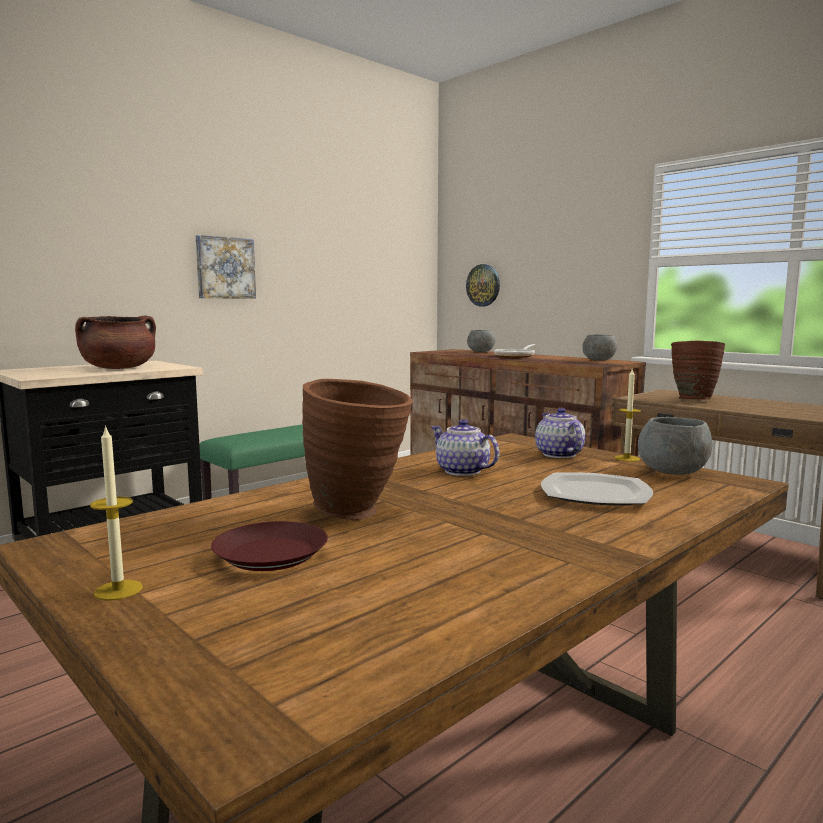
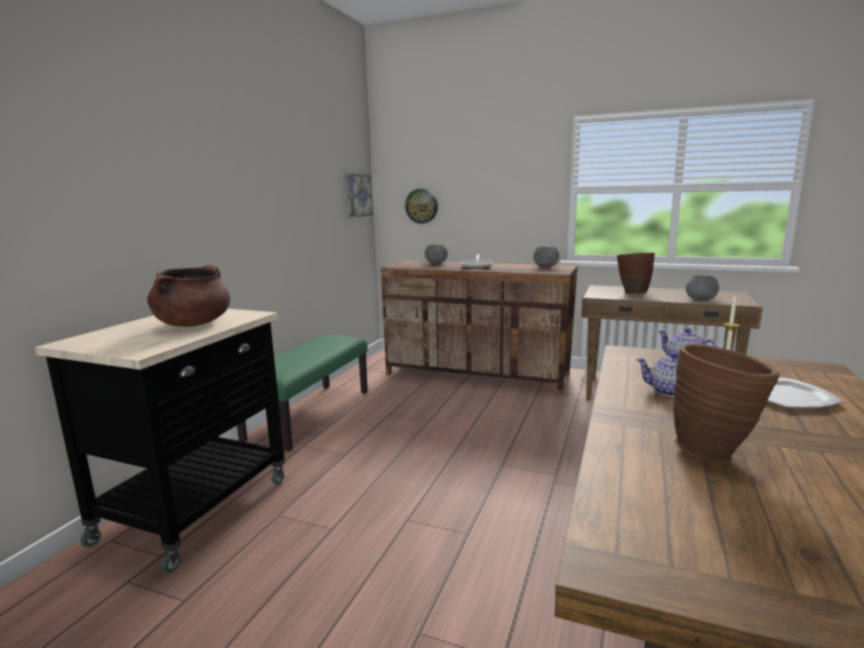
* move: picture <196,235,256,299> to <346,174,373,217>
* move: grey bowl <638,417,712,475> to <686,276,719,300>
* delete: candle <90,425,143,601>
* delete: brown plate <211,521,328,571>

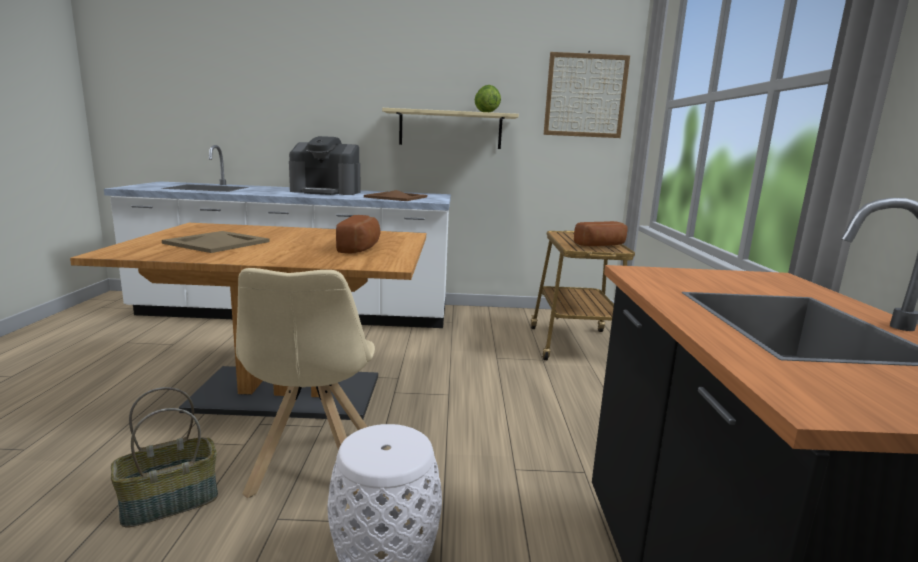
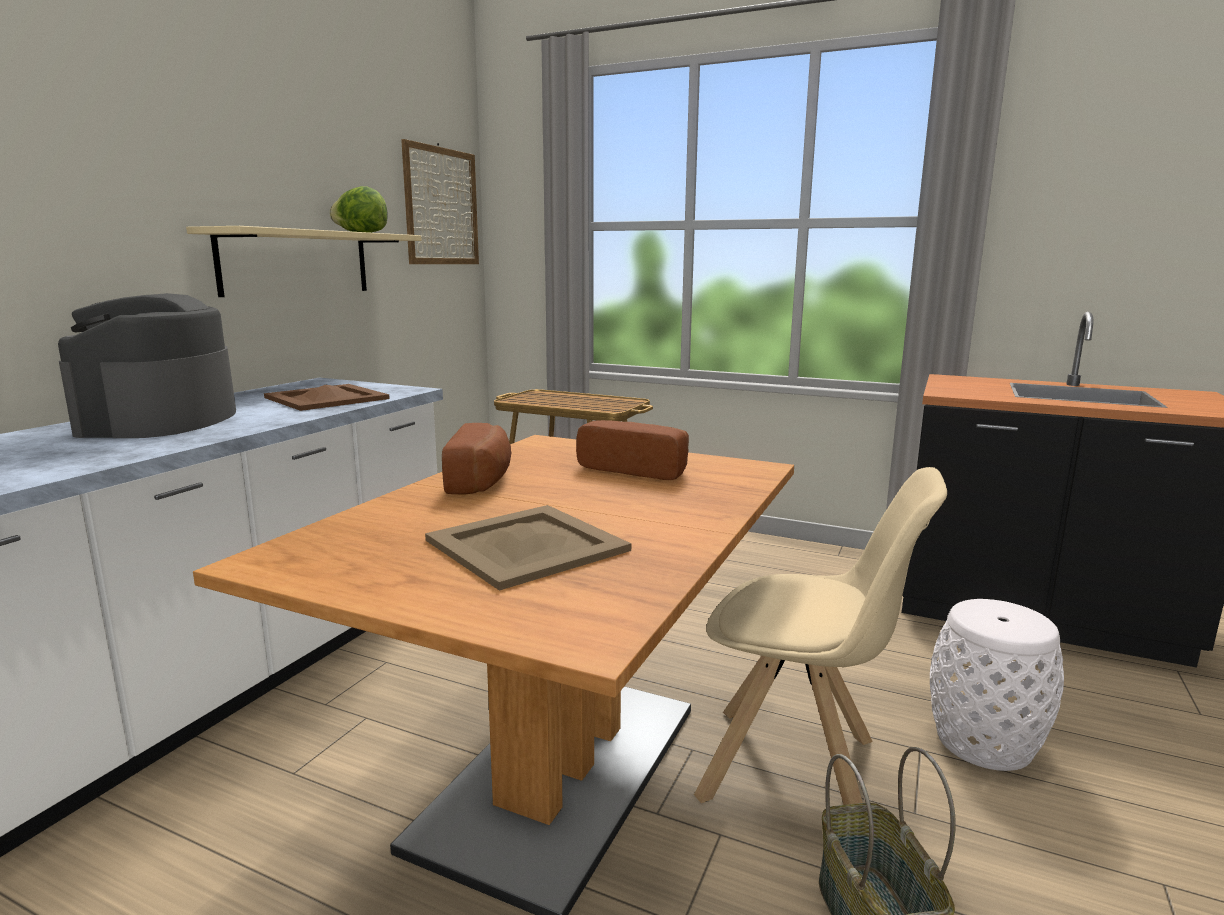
* rotate: coffee machine <289,136,360,195> = <58,293,236,438> 150 degrees clockwise
* move: bread <574,221,627,246> to <442,423,511,495>

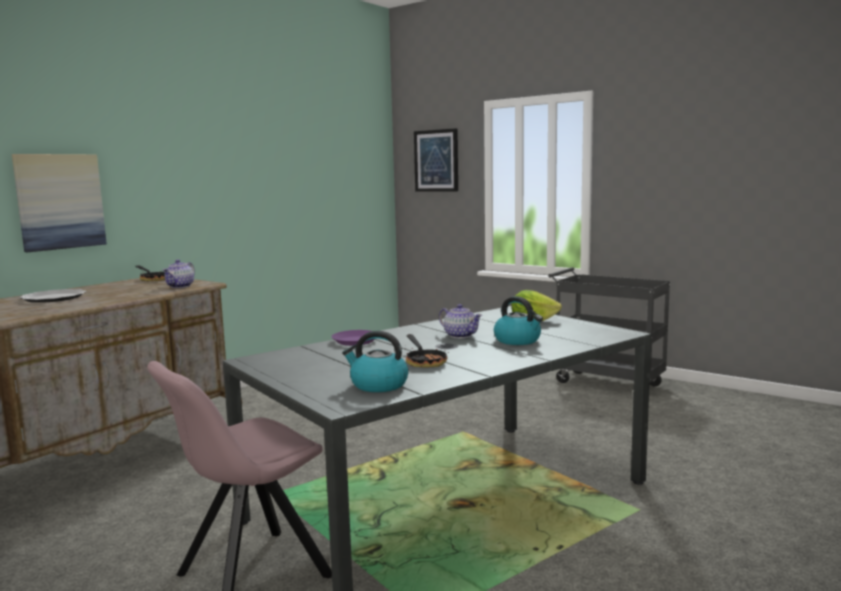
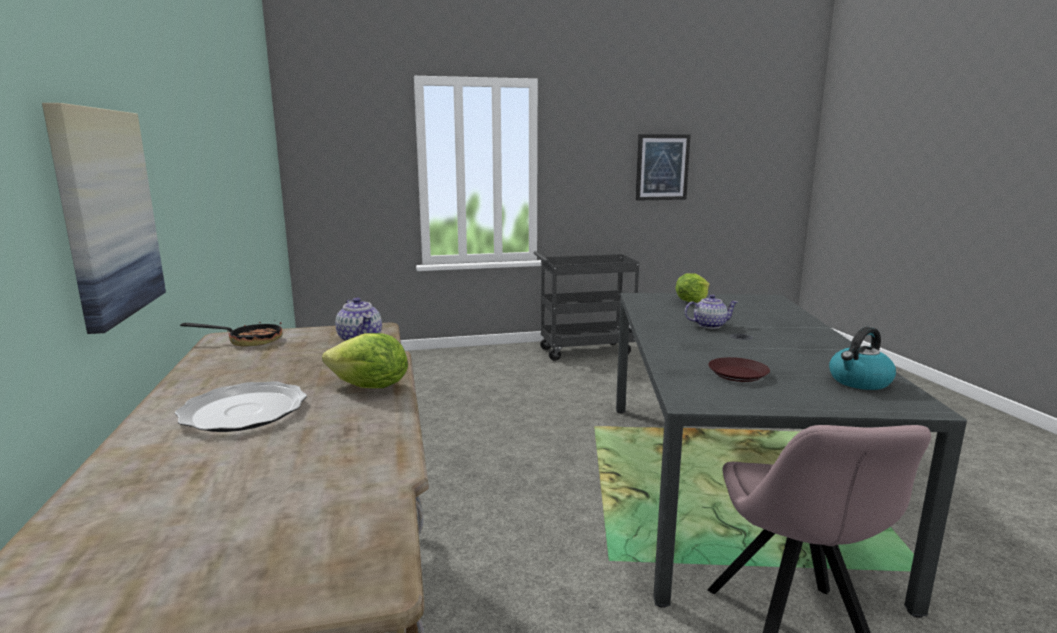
* insert: lettuce <322,333,408,388>
* move: picture <414,128,458,192> to <635,134,691,201>
* insert: brown plate <708,357,770,382>
* delete: purple plate <331,330,375,346>
* delete: frying pan <405,334,449,367>
* delete: kettle <494,296,543,345>

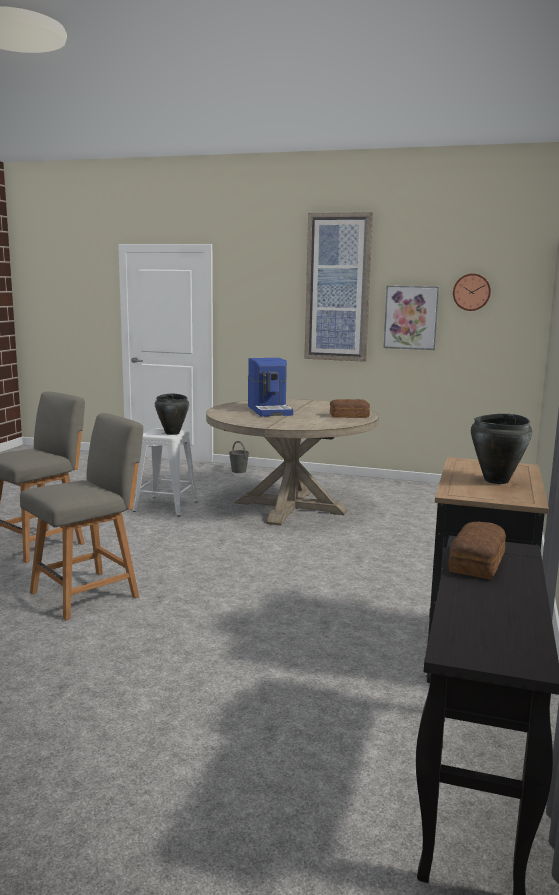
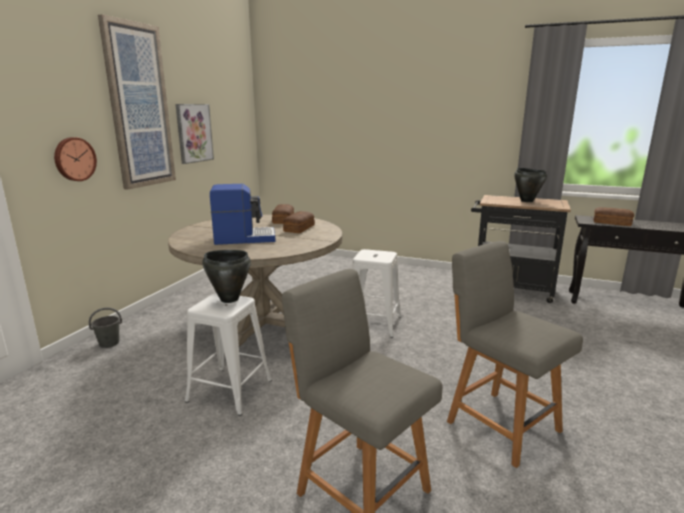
* move: wall clock <453,274,491,311> to <54,137,97,181>
* insert: bread <283,211,315,233>
* insert: white stool <352,249,401,338>

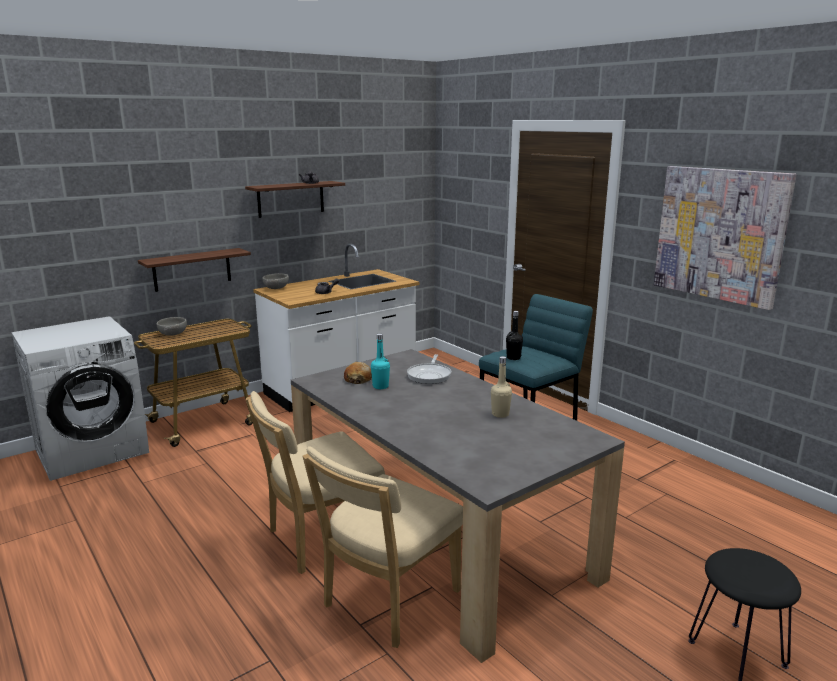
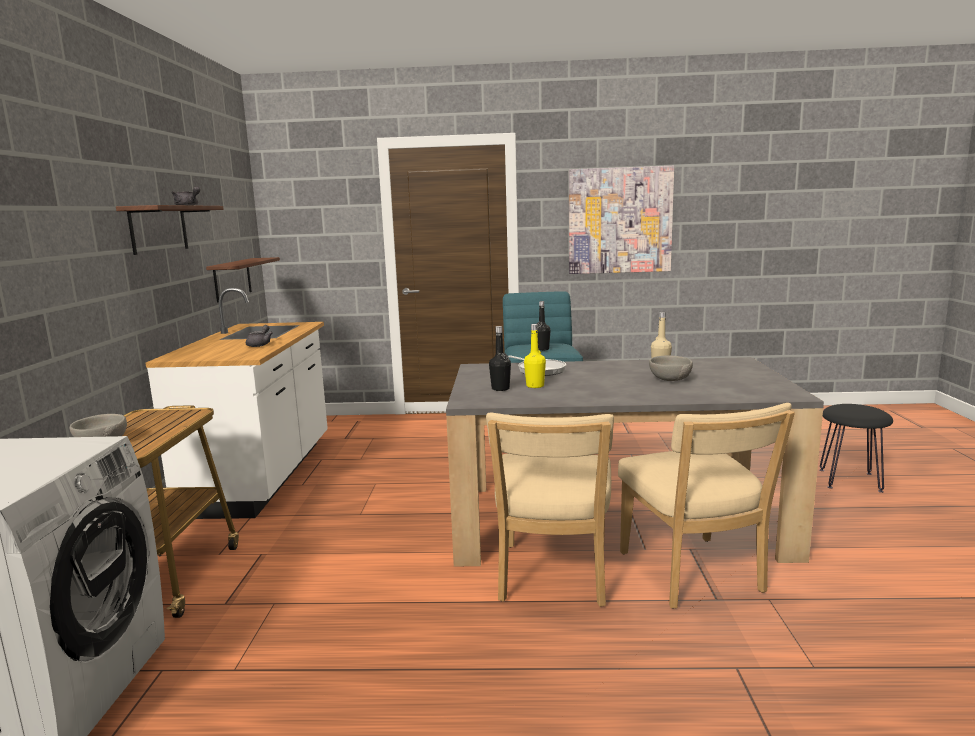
* move: shelf <138,248,251,292> to <206,257,280,303>
* replace: bread <344,362,372,384> to black bottle <489,326,511,391>
* recolor: turquoise bottle <371,333,390,389> to yellow bottle <524,324,546,388>
* move: grey bowl <262,273,289,289> to <649,355,693,381>

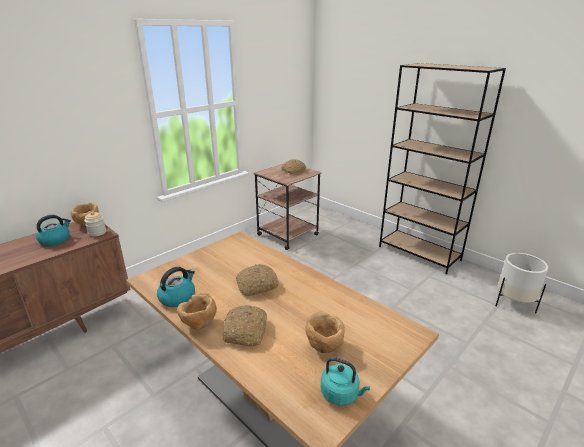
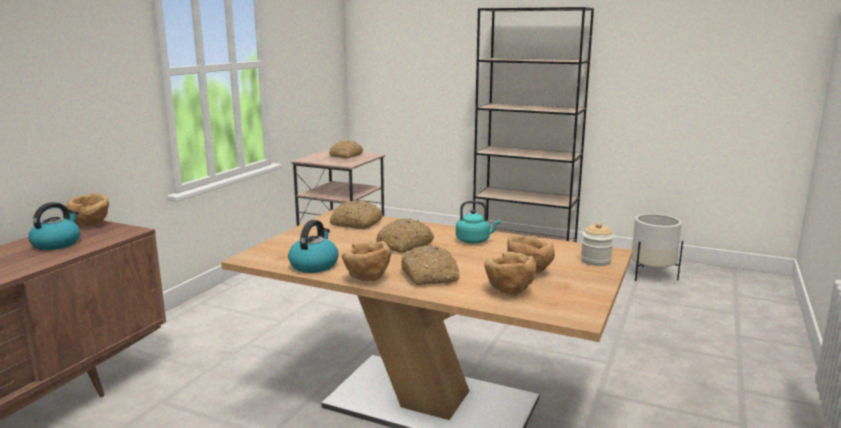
* insert: bread <330,200,383,229>
* move: turquoise kettle <321,357,370,406> to <456,201,500,244>
* insert: brown bowl <484,251,536,295>
* move: jar <84,212,106,237> to <581,222,614,266>

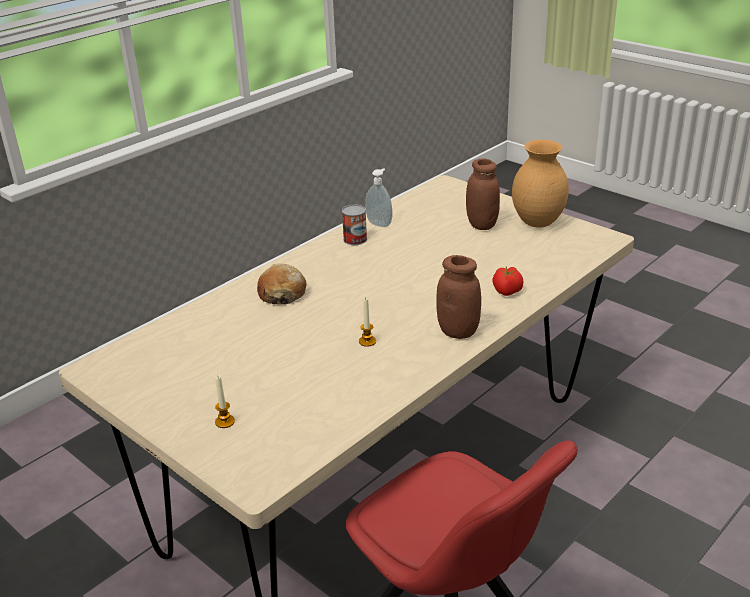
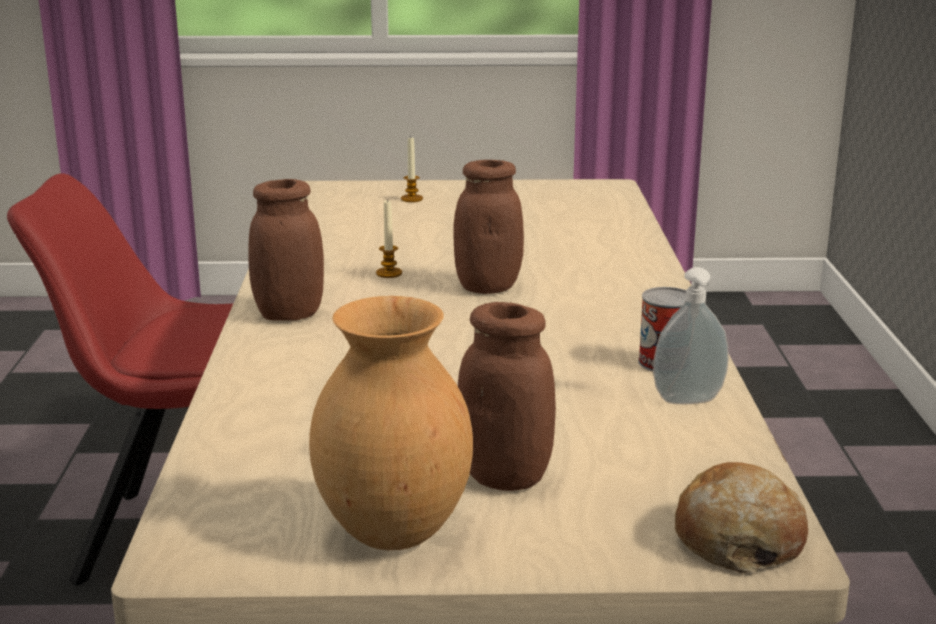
* insert: brown jar <453,160,524,294>
* move: bread <257,264,306,305> to <675,462,808,573>
* delete: tomato <493,267,523,296>

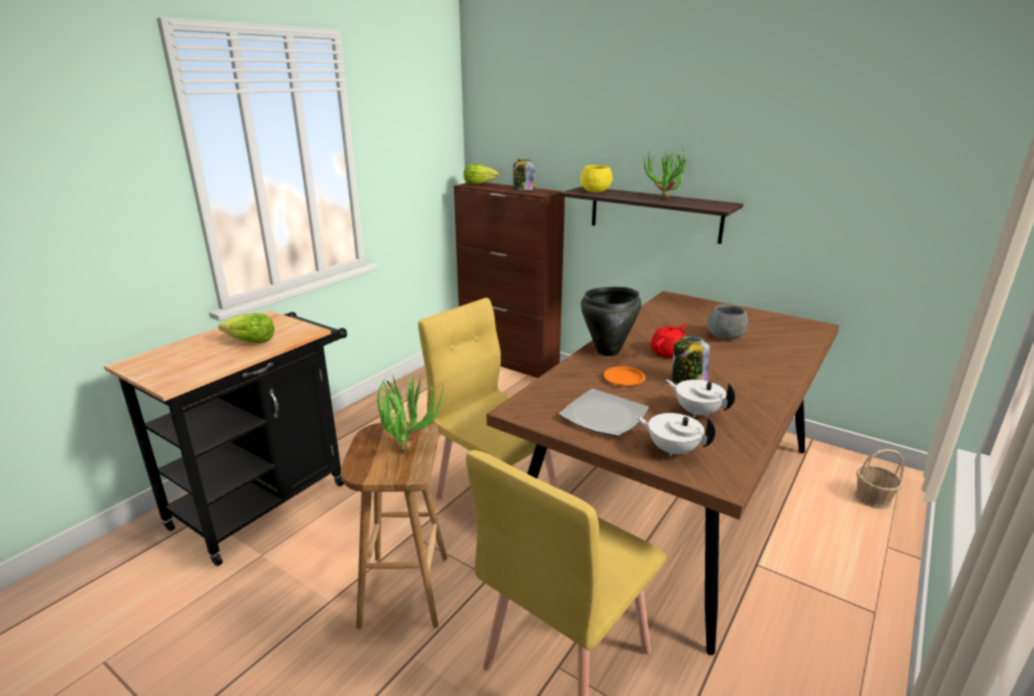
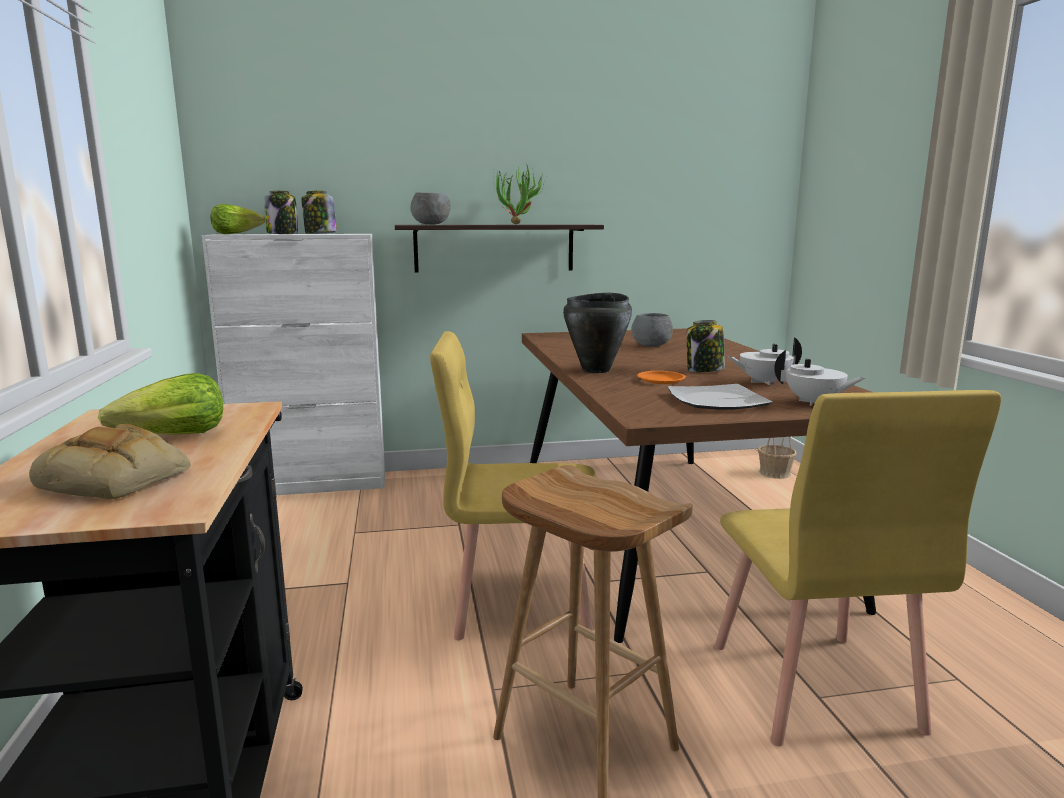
* insert: bread <29,424,191,499>
* recolor: brown cabinet <454,182,565,378> to white cabinet <202,234,385,495>
* insert: jar <264,191,298,234>
* recolor: yellow bowl <580,165,612,193> to grey bowl <410,193,450,224>
* rotate: white teapot <635,413,716,457> = <774,350,865,406> 135 degrees counterclockwise
* delete: potted plant <377,373,443,452>
* delete: red teapot <651,323,686,358>

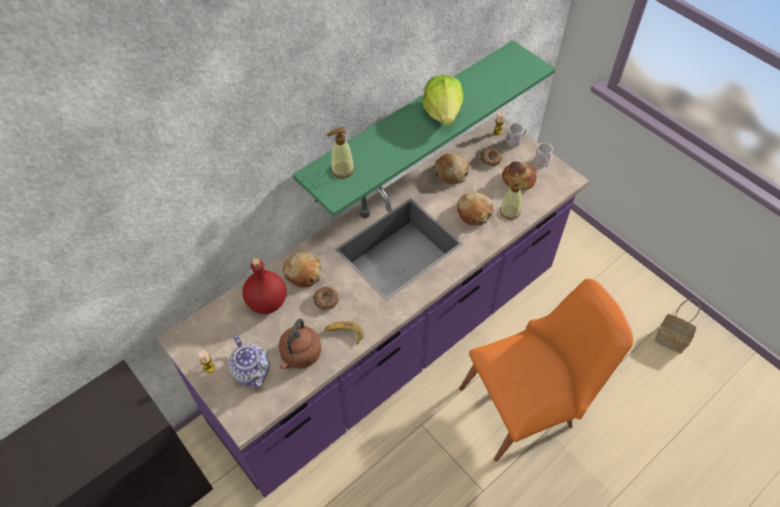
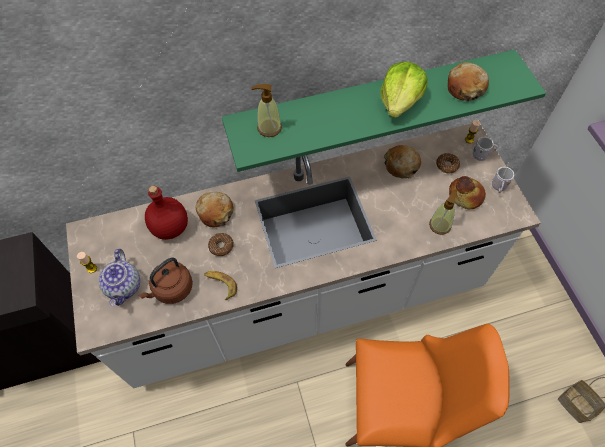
* recolor: purple counter <157,115,589,498> to white counter <66,124,541,388>
* move: bread <457,192,493,226> to <448,62,489,101>

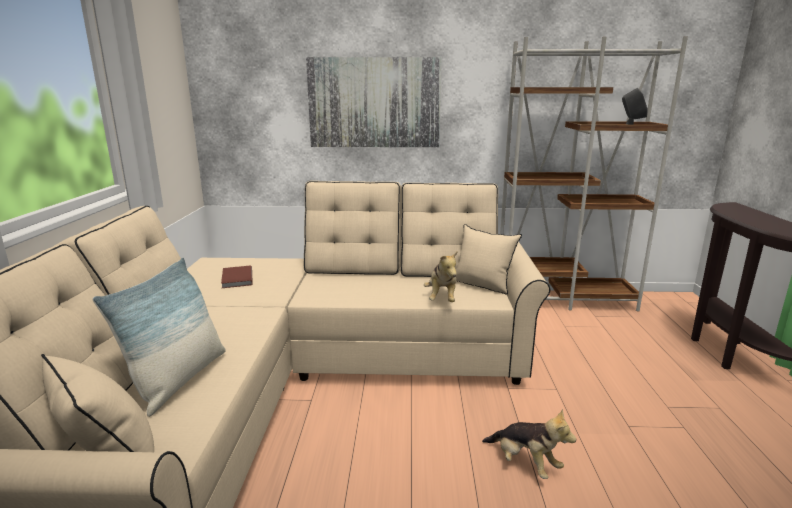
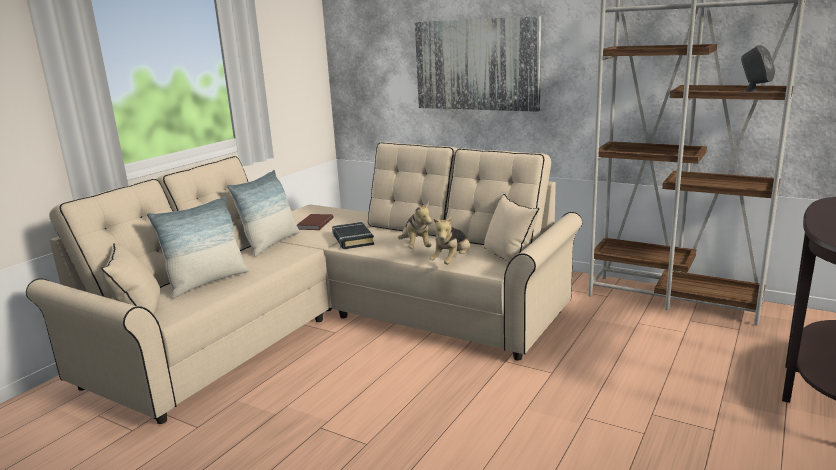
* insert: pillow <227,170,300,257>
* insert: black book <332,222,374,249>
* move: plush toy <482,409,576,479> to <398,202,432,248>

